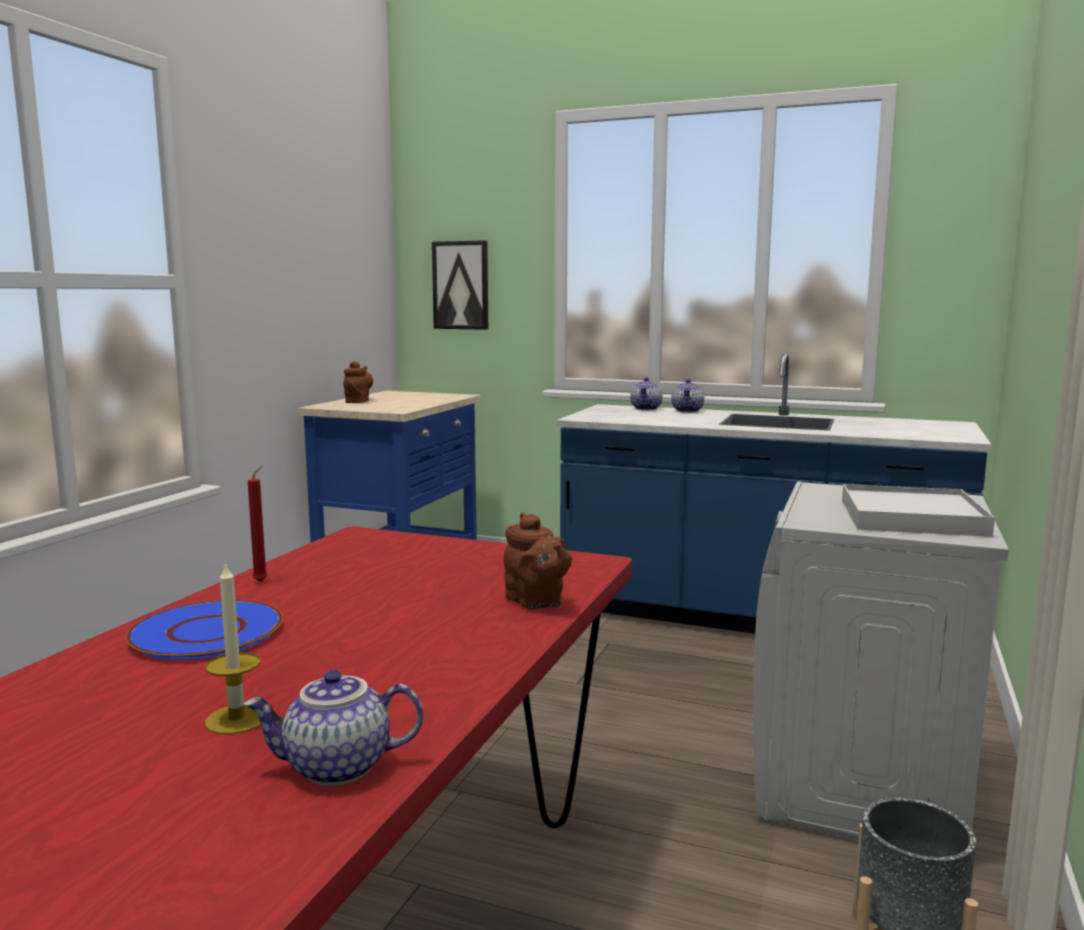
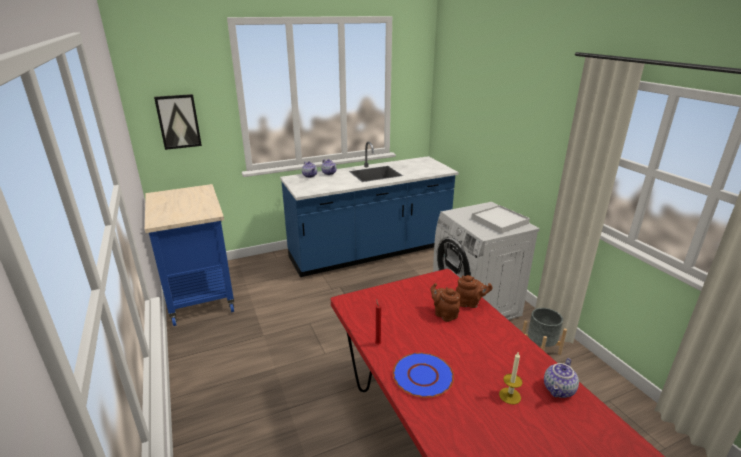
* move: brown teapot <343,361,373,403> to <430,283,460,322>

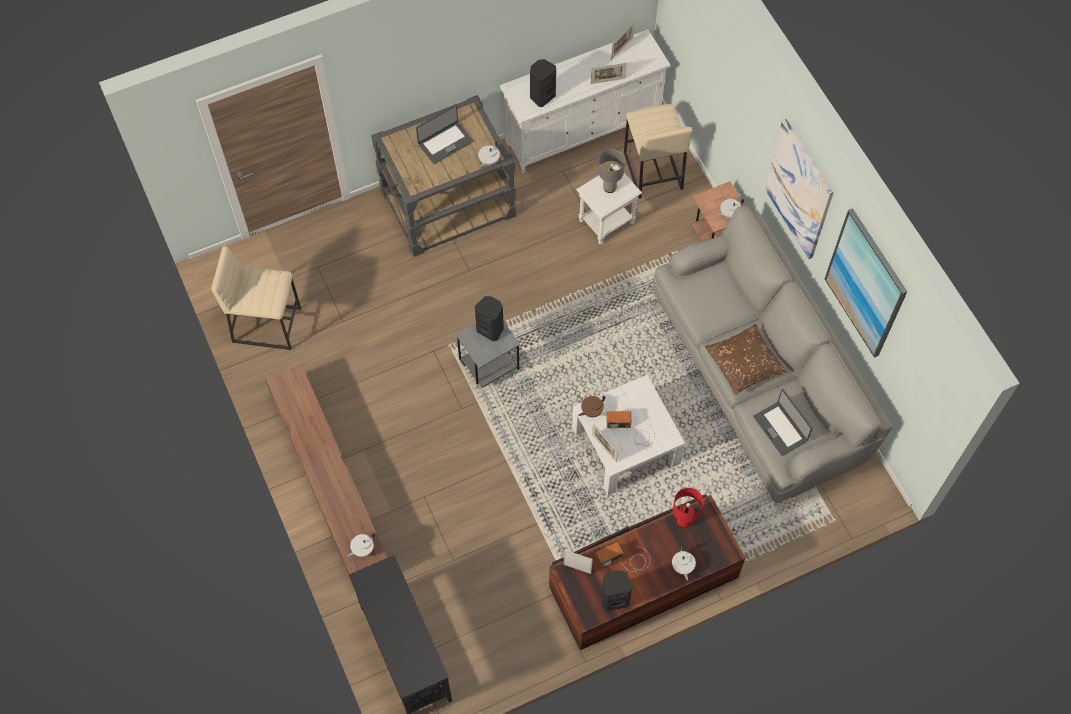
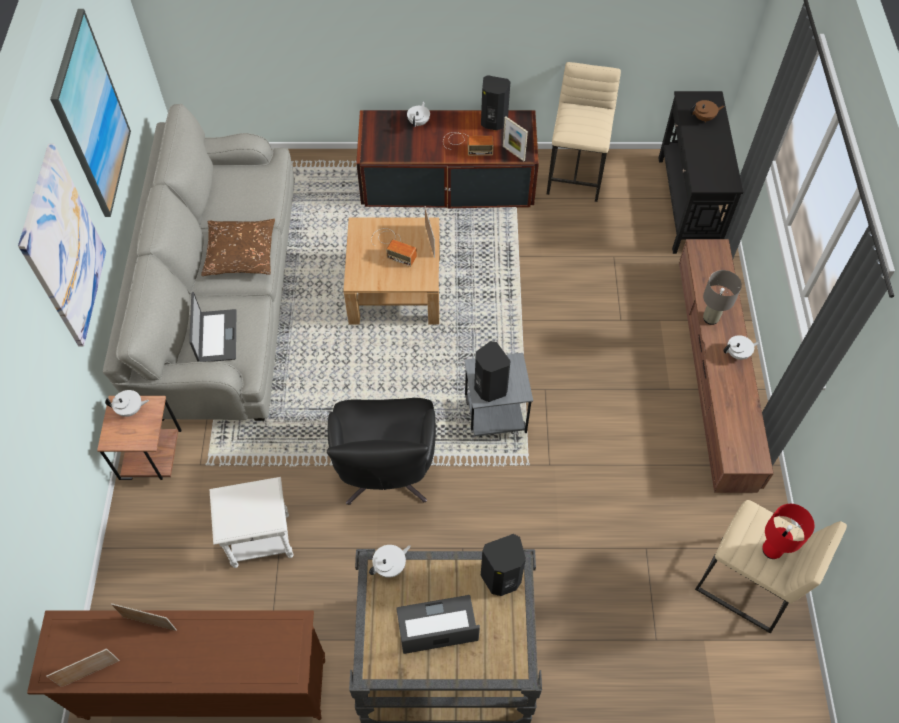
* recolor: white dresser <500,30,670,173> to brown dresser <27,610,325,720>
* move: laptop <753,389,813,456> to <189,292,236,362>
* insert: black armchair <327,398,436,505>
* recolor: white coffee table <572,375,685,496> to brown coffee table <343,218,440,325>
* move: black speaker <530,59,556,107> to <481,534,526,596>
* move: beige stool <624,104,693,199> to <547,62,621,202>
* move: brown teapot <578,396,606,417> to <690,100,725,123>
* move: grey table lamp <598,149,625,193> to <703,270,742,325>
* move: white teapot <347,534,375,557> to <724,335,760,360>
* move: red table lamp <673,488,704,528> to <763,504,814,559>

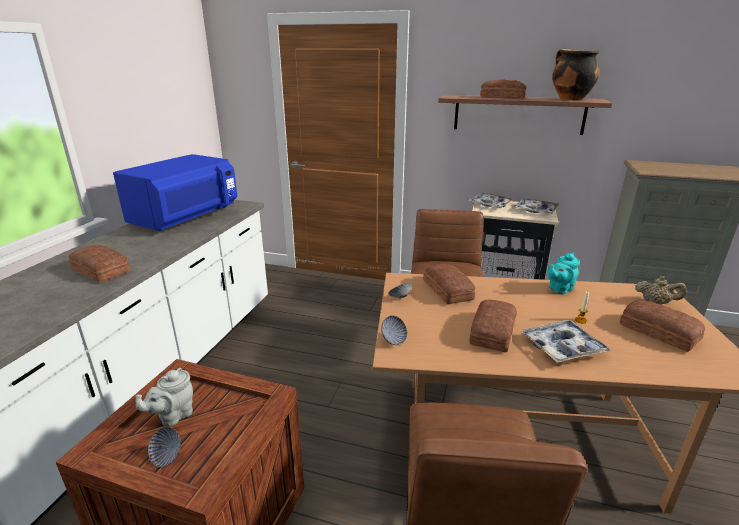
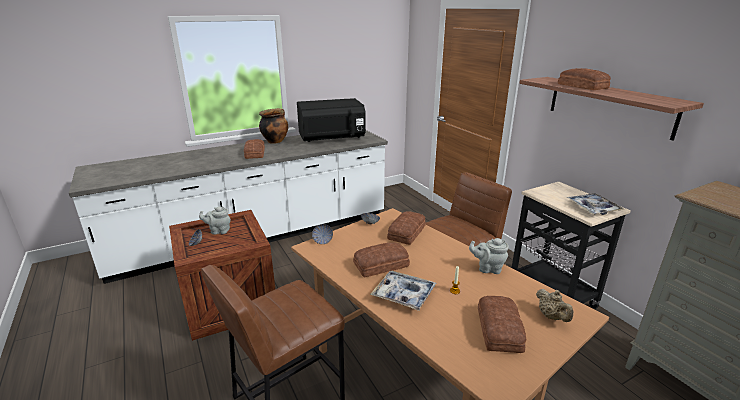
* move: cooking pot <552,49,599,101> to <259,108,288,144>
* recolor: blue microwave <113,154,237,231> to black microwave <297,98,366,142>
* recolor: turquoise teapot <548,253,580,294> to grey teapot <469,238,509,274>
* delete: tray <467,193,513,208>

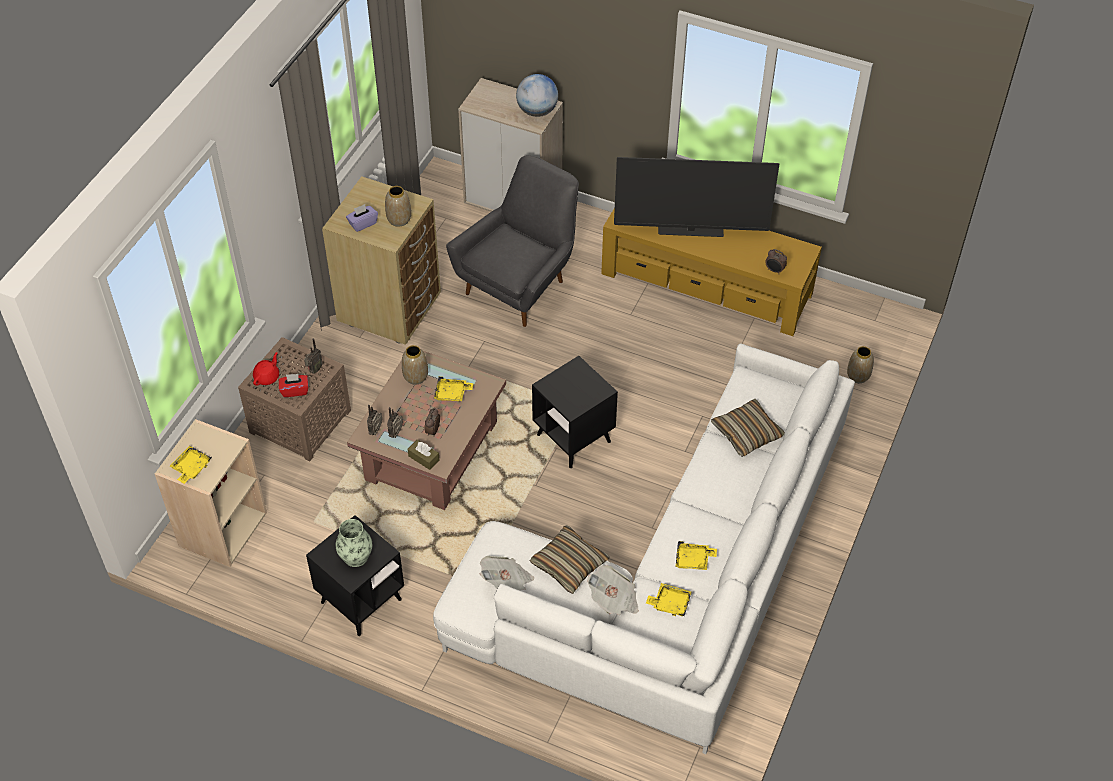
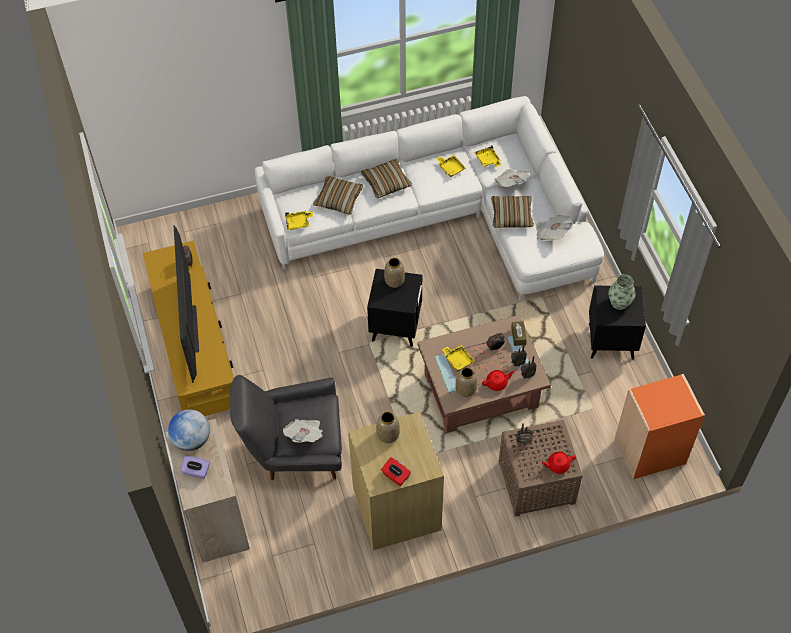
* rotate: television <614,157,779,237> = <174,225,199,383> 150 degrees counterclockwise
* move: purple tissue box <346,204,378,232> to <180,456,210,479>
* insert: newspaper <283,419,323,443>
* move: yellow tray <170,446,212,484> to <285,211,313,230>
* insert: pillow <361,159,412,198>
* move: red tissue box <279,374,309,397> to <381,457,411,486>
* move: vase <847,346,874,383> to <384,258,405,288>
* insert: red teapot <482,370,515,391>
* recolor: beige bookcase <155,419,267,567> to orange bookcase <615,374,705,479>

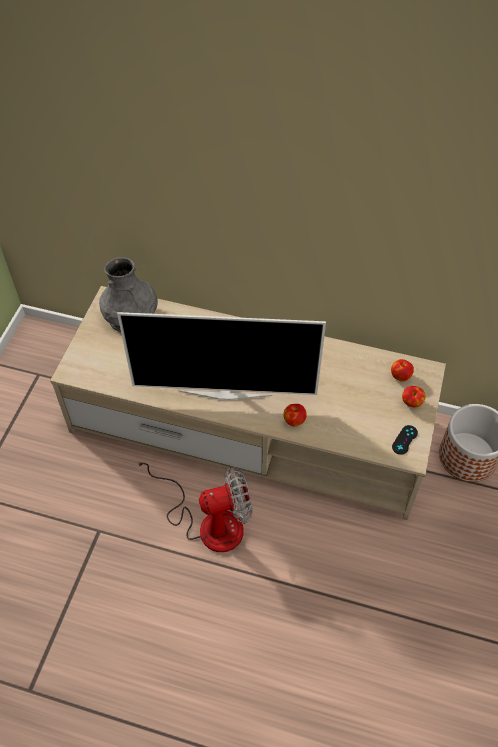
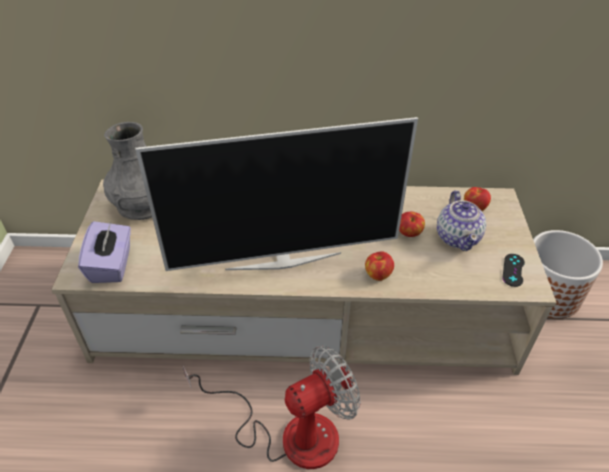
* insert: purple tissue box <78,221,131,283>
* move: apple <402,386,425,407> to <399,212,425,237>
* insert: teapot <437,190,486,251>

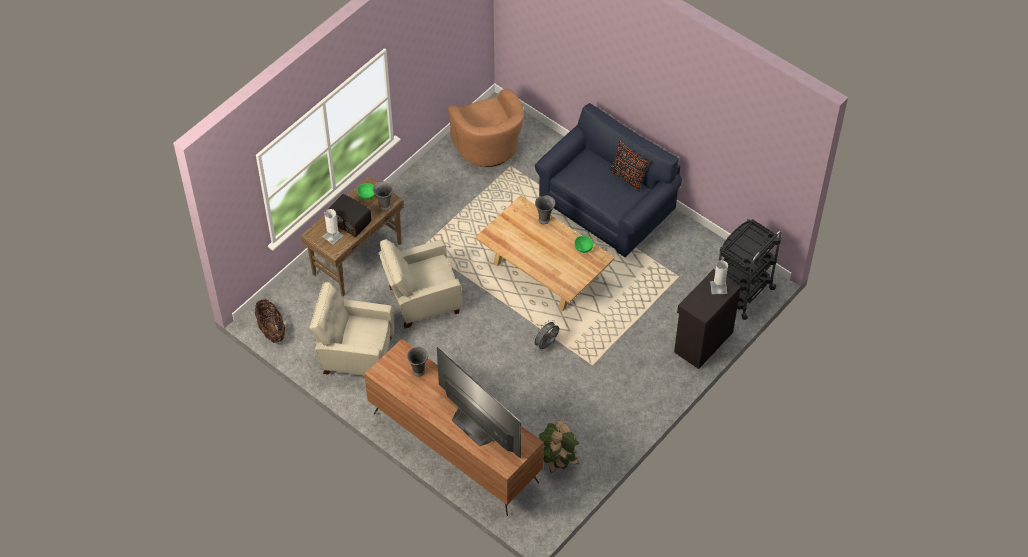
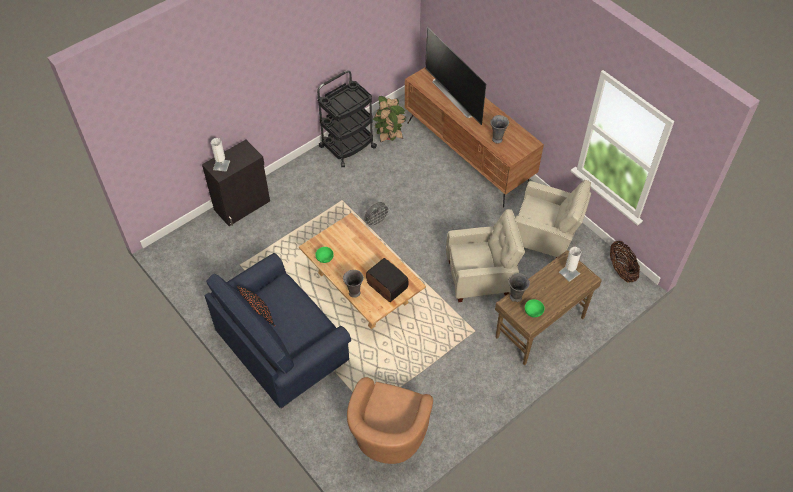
* move: black cart <719,219,782,320> to <317,71,377,167>
* rotate: brown armchair <448,89,524,167> = <347,377,433,464> 150 degrees counterclockwise
* move: radio <327,194,371,237> to <366,258,408,302>

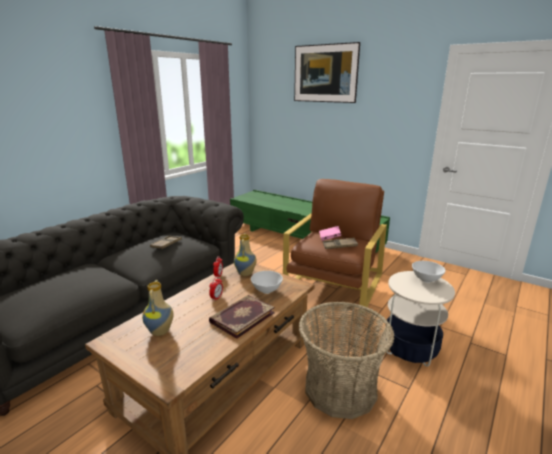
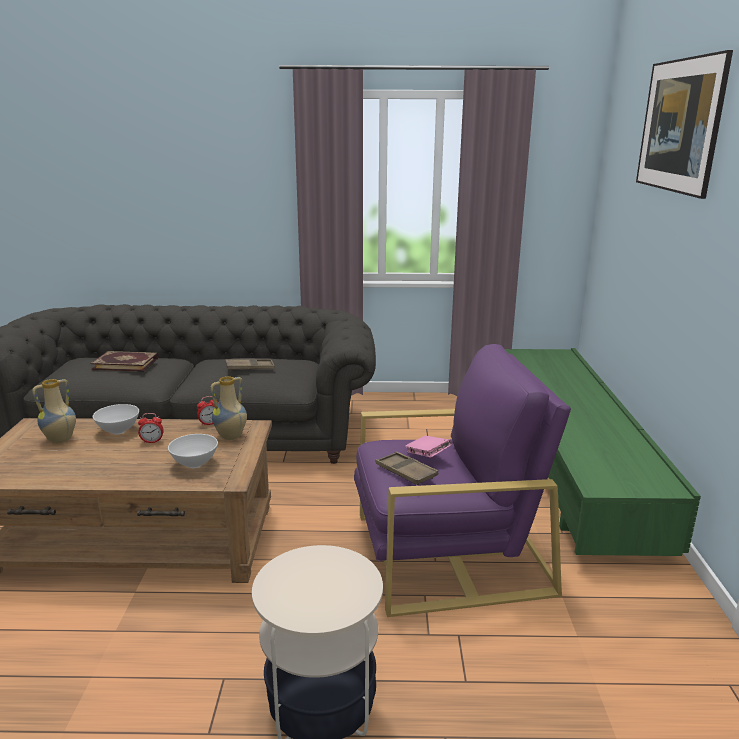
* move: book <209,295,275,339> to <90,351,159,372>
* move: white bowl <412,261,446,283> to <93,404,139,435>
* recolor: brown armchair <283,179,387,313> to purple armchair <354,344,571,617>
* delete: basket <299,301,395,419>

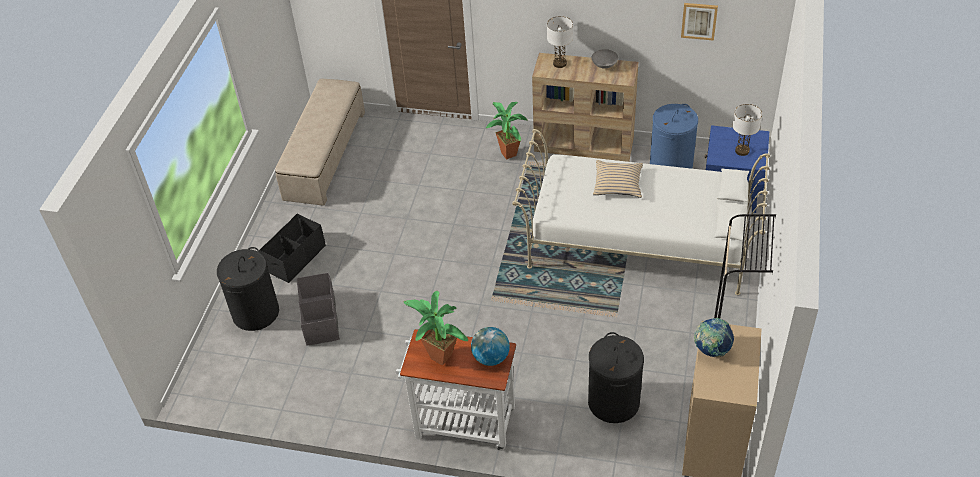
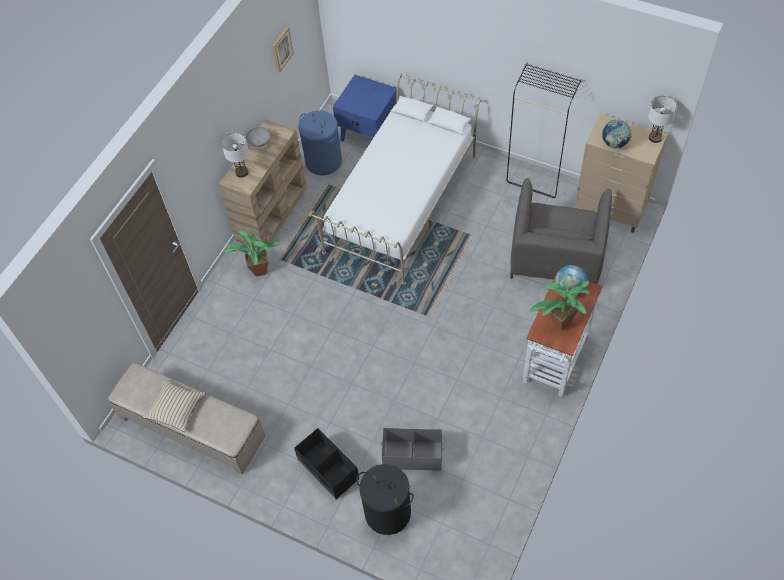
* move: beige pillow <593,160,643,198> to <142,379,206,432>
* replace: black laundry basket <588,332,644,423> to grey armchair <510,178,612,284>
* move: table lamp <733,104,762,156> to <648,96,677,143>

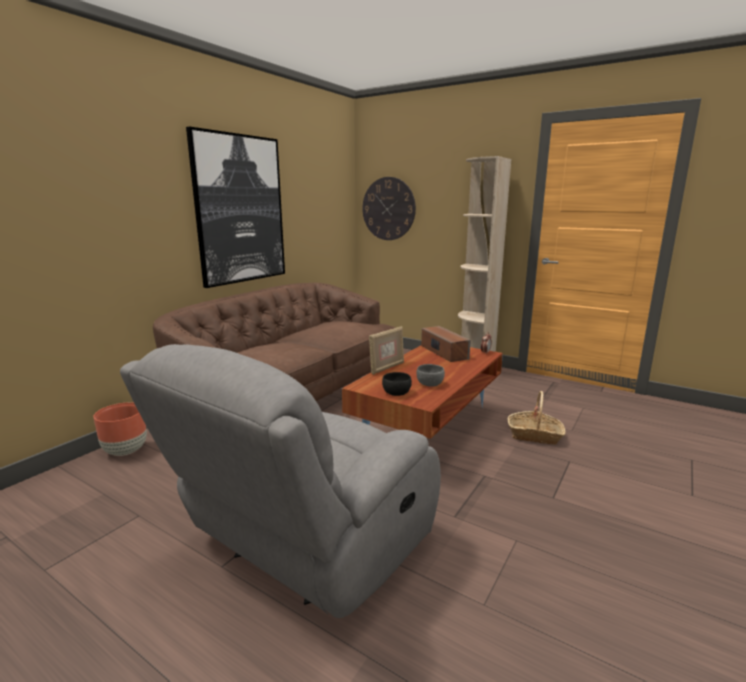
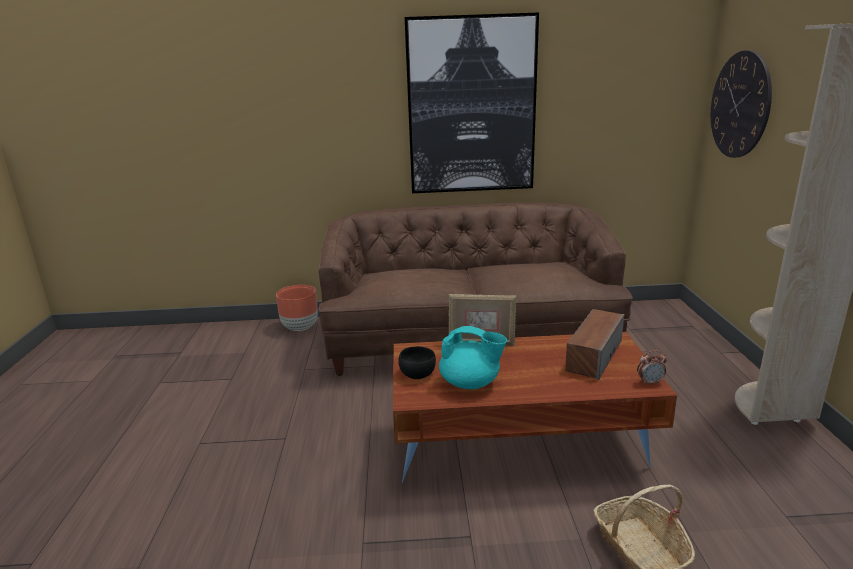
* replace: grey bowl <416,364,445,386> to turquoise teapot <439,326,507,389>
* delete: grey armchair <120,344,441,618>

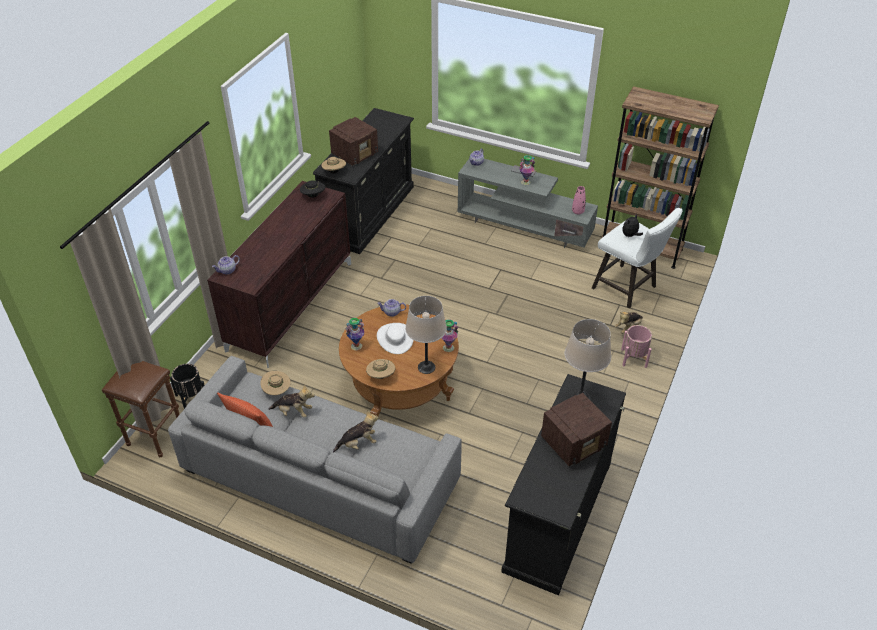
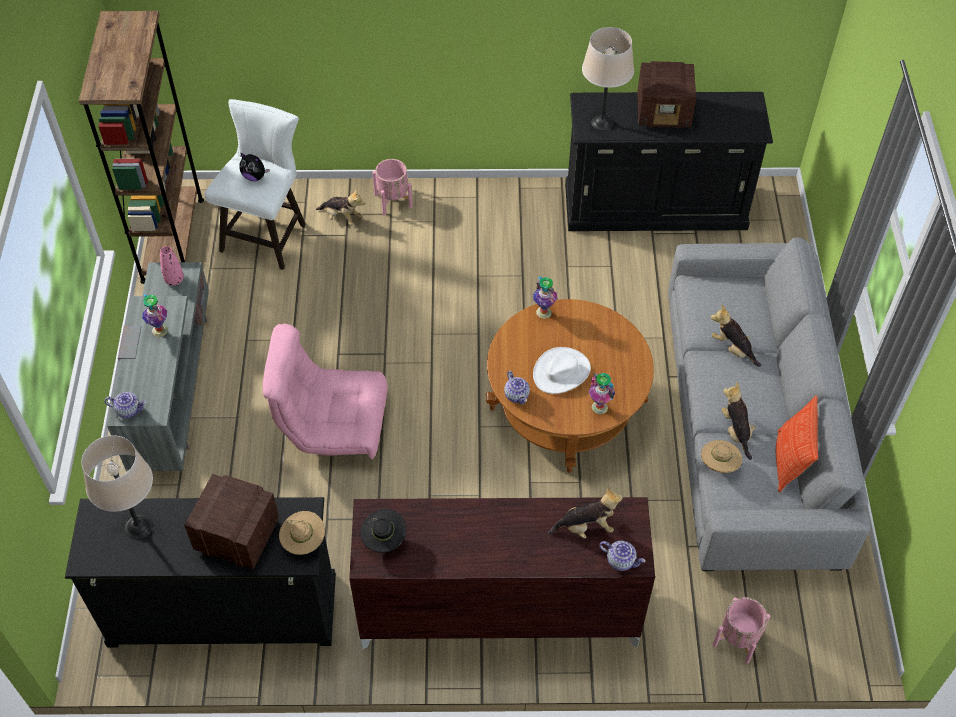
* move: beige table lamp <405,296,447,374> to <82,435,153,540>
* insert: pink armchair <263,323,388,459>
* insert: plush toy <548,486,623,539>
* rotate: radio <541,393,612,466> = <637,61,696,129> 150 degrees clockwise
* recolor: black planter <170,364,205,409> to pink planter <713,597,770,664>
* delete: brown stool <102,361,180,457>
* delete: beige hat <366,359,395,379>

